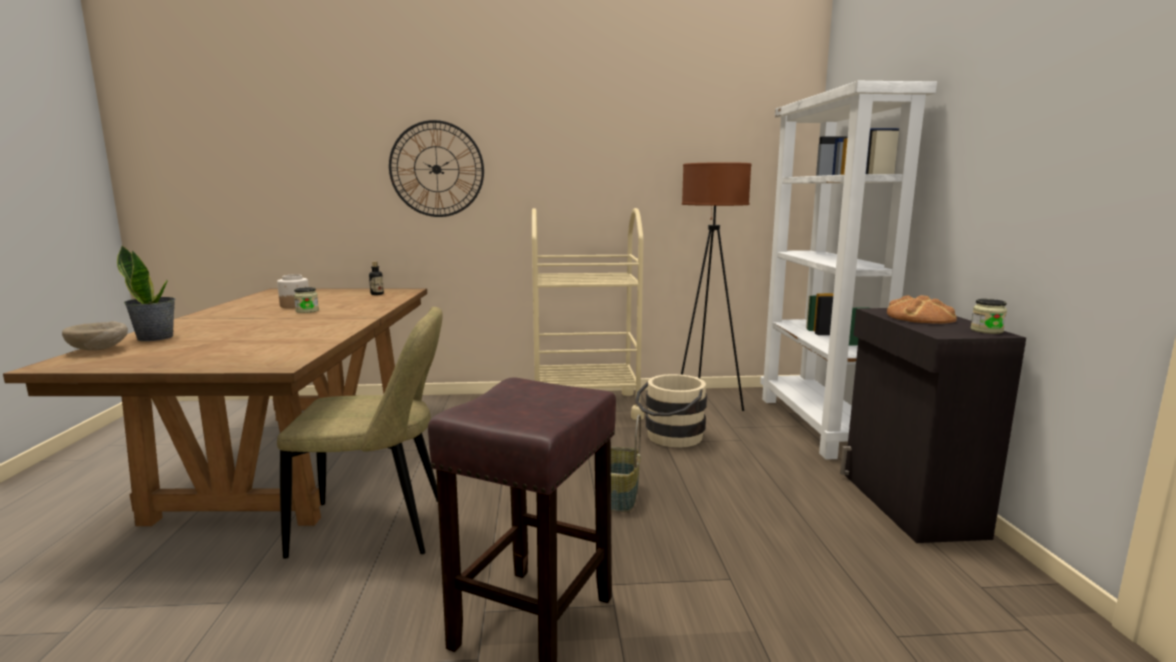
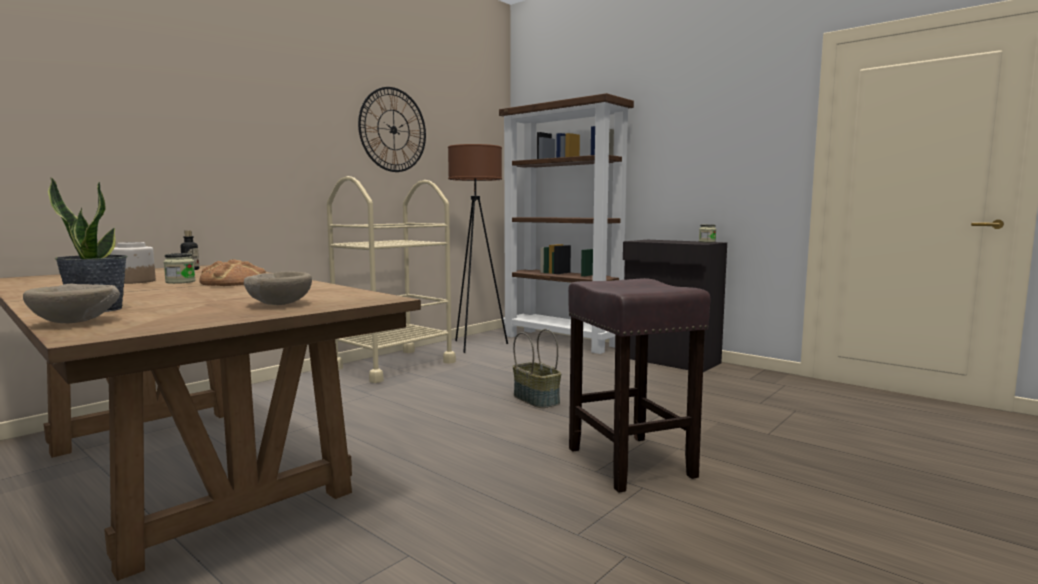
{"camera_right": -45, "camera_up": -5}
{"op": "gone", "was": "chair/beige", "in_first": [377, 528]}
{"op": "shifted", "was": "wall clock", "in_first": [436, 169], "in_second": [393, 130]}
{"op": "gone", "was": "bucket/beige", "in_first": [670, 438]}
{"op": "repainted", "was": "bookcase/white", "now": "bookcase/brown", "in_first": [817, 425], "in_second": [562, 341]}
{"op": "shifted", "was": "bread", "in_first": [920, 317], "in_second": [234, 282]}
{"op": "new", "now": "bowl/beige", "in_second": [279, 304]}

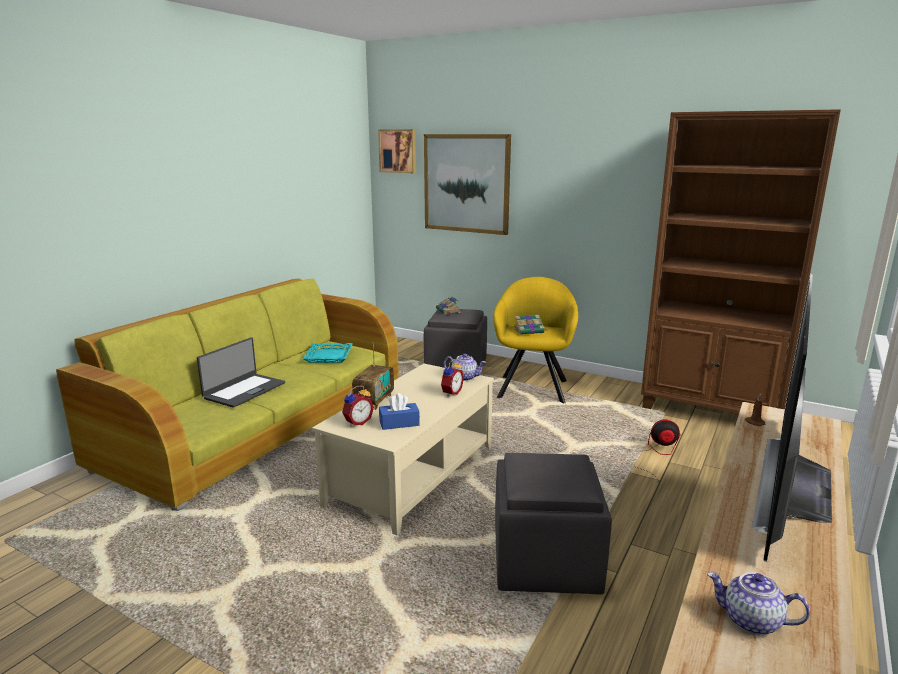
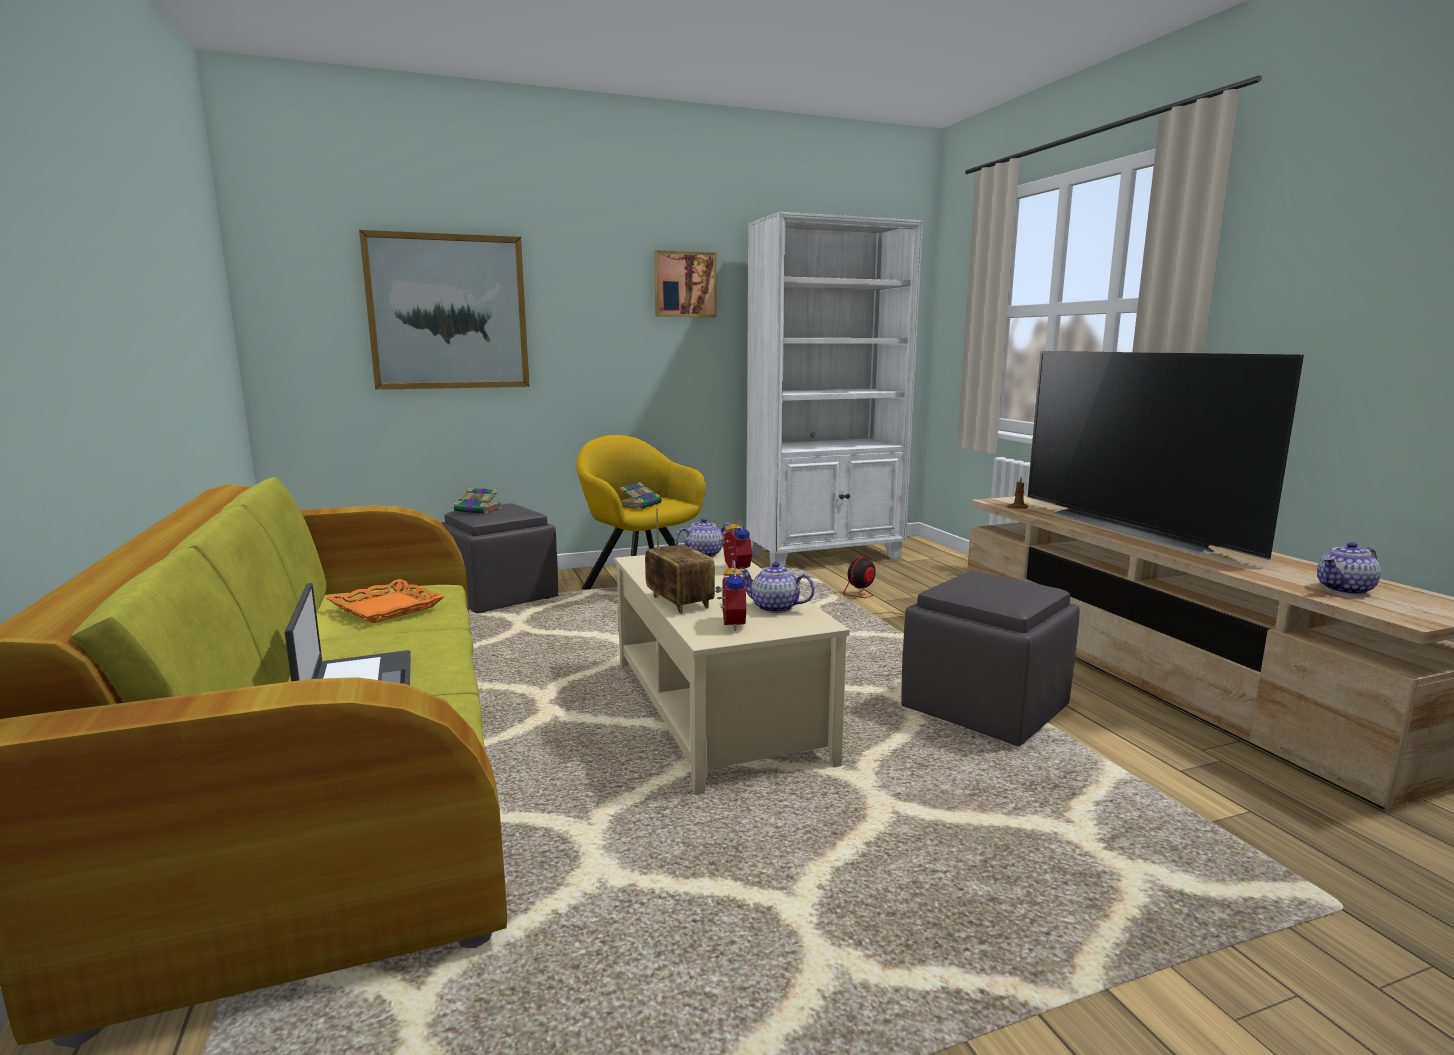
{"camera_right": -50, "camera_up": -5}
{"op": "repainted", "was": "tray/turquoise", "now": "tray/orange", "in_first": [329, 356], "in_second": [387, 607]}
{"op": "shifted", "was": "picture", "in_first": [398, 151], "in_second": [684, 284]}
{"op": "swapped", "was": "tissue box/blue", "now": "teapot", "in_first": [399, 423], "in_second": [774, 608]}
{"op": "repainted", "was": "bookcase/brown", "now": "bookcase/white", "in_first": [712, 411], "in_second": [826, 556]}

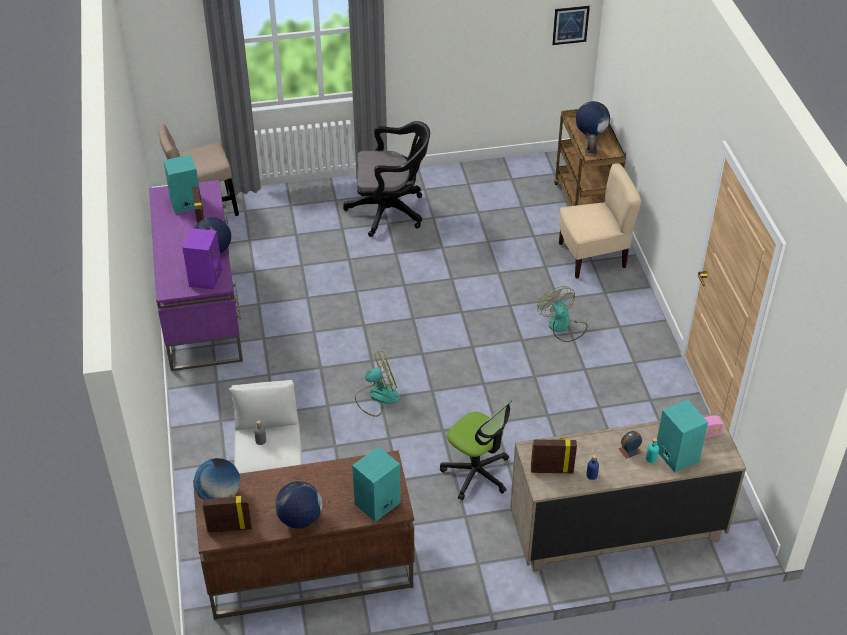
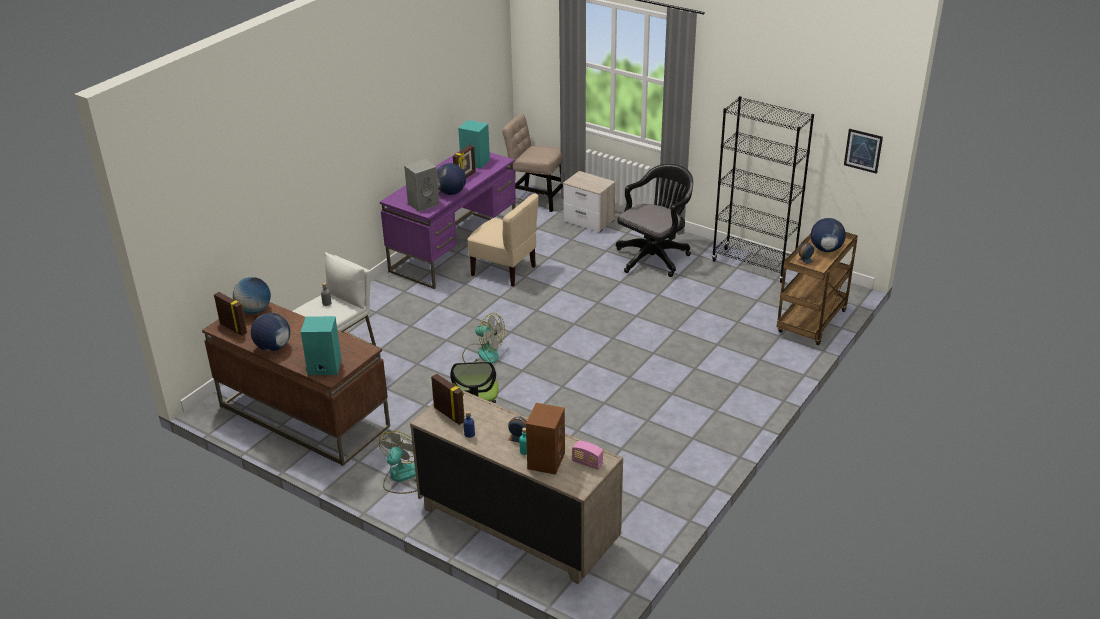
{"camera_right": 45, "camera_up": -10}
{"op": "repainted", "was": "speaker/purple", "now": "speaker/grey", "in_first": [205, 277], "in_second": [423, 203]}
{"op": "rotated", "was": "office chair/black", "in_first": [390, 211], "in_second": [654, 257], "clockwise": -90}
{"op": "shifted", "was": "fan", "in_first": [562, 327], "in_second": [401, 477]}
{"op": "shifted", "was": "chair/beige", "in_first": [592, 256], "in_second": [504, 270]}
{"op": "repainted", "was": "speaker/turquoise", "now": "speaker/brown", "in_first": [675, 455], "in_second": [545, 460]}
{"op": "new", "now": "nightstand", "in_second": [589, 221]}
{"op": "new", "now": "bookcase/black", "in_second": [753, 265]}

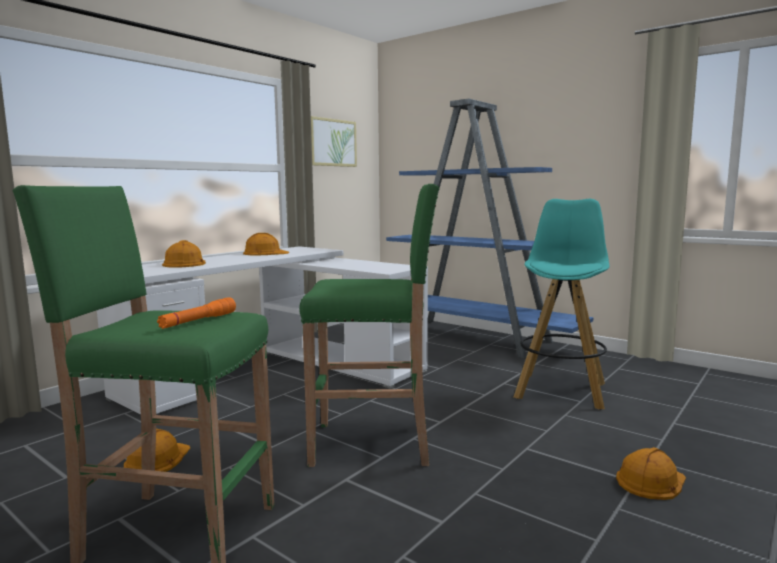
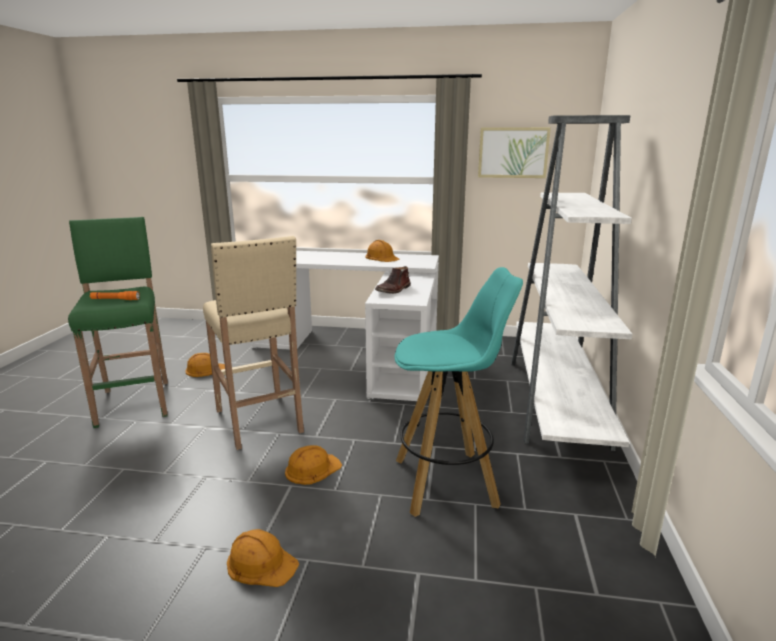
{"camera_right": 60, "camera_up": 10}
{"op": "shifted", "was": "hard hat/orange", "in_first": [185, 263], "in_second": [312, 468]}
{"op": "repainted", "was": "stool/green", "now": "stool/beige", "in_first": [374, 444], "in_second": [259, 422]}
{"op": "repainted", "was": "bookcase/blue", "now": "bookcase/white", "in_first": [473, 338], "in_second": [555, 401]}
{"op": "new", "now": "boot/brown", "in_second": [394, 290]}

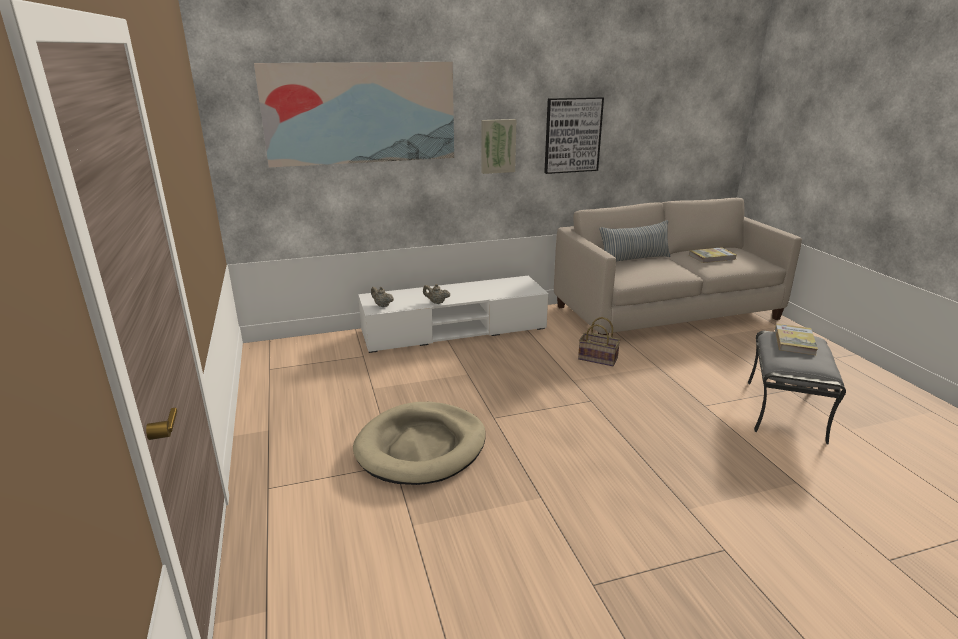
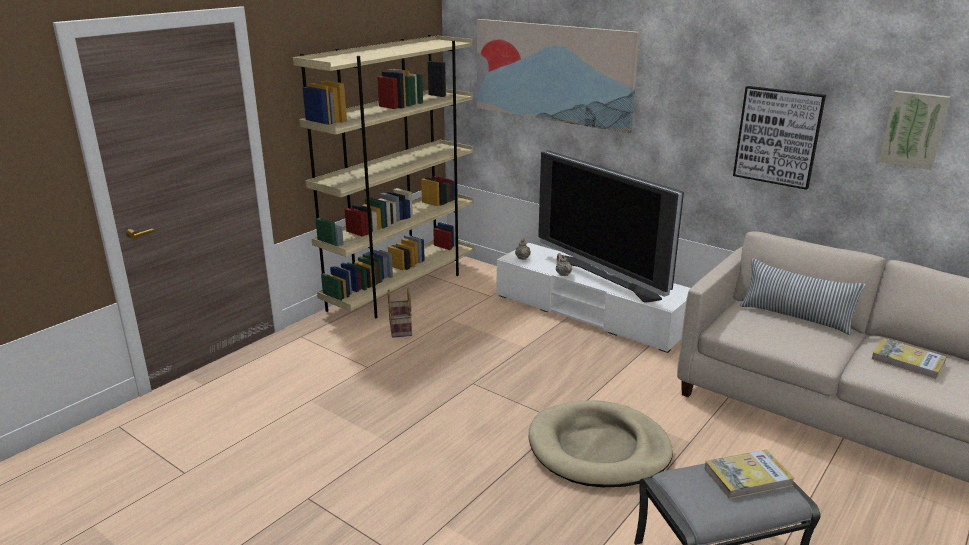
{"camera_right": 55, "camera_up": 0}
{"op": "shifted", "was": "dog bed/beige", "in_first": [421, 447], "in_second": [598, 449]}
{"op": "shifted", "was": "picture", "in_first": [497, 146], "in_second": [914, 129]}
{"op": "shifted", "was": "basket", "in_first": [599, 358], "in_second": [401, 328]}
{"op": "new", "now": "bookcase/beige", "in_second": [401, 289]}
{"op": "new", "now": "television", "in_second": [606, 278]}

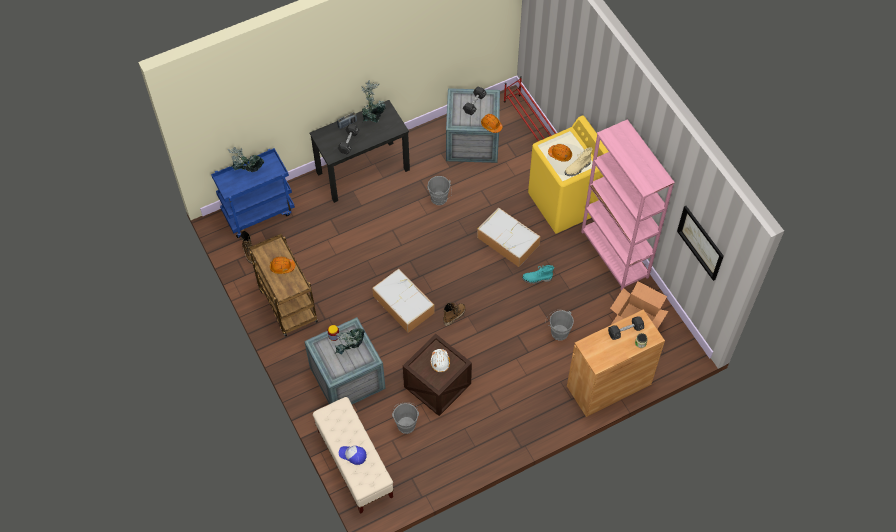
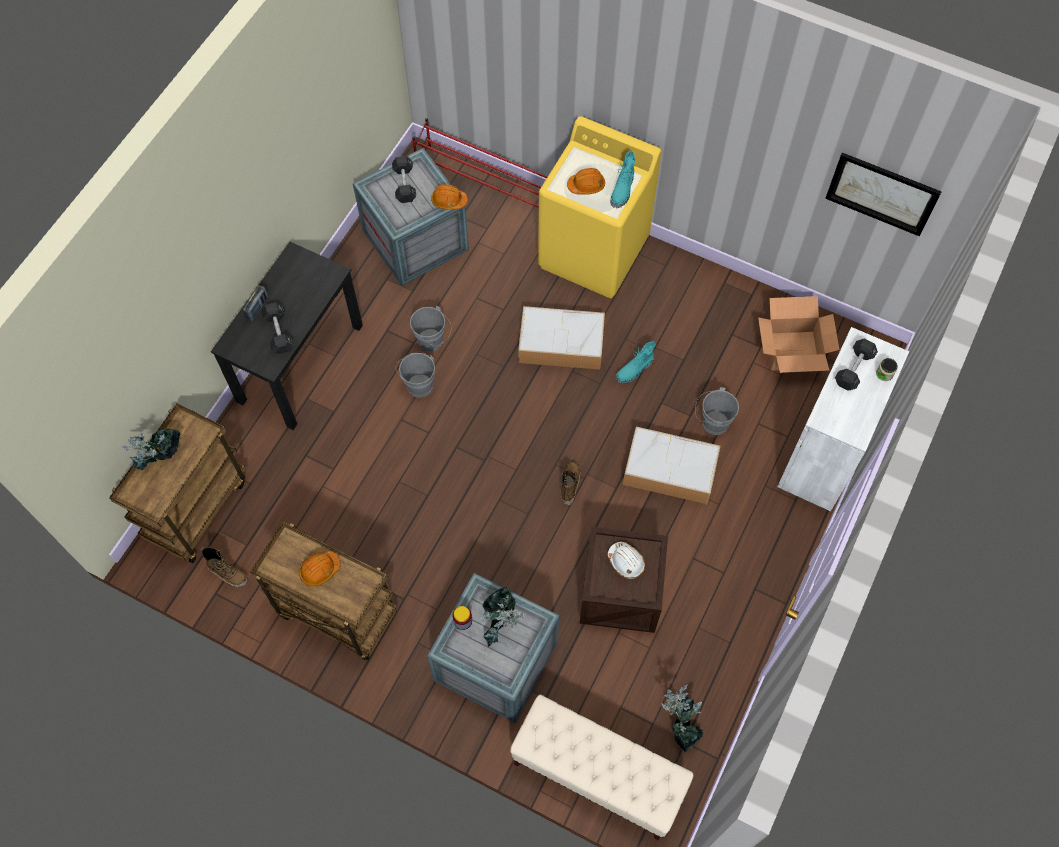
{"camera_right": -35, "camera_up": 5}
{"op": "repainted", "was": "cart/blue", "now": "cart/brown", "in_first": [259, 212], "in_second": [197, 507]}
{"op": "gone", "was": "cap", "in_first": [353, 455]}
{"op": "shifted", "was": "potted plant", "in_first": [373, 118], "in_second": [680, 724]}
{"op": "shifted", "was": "storage box", "in_first": [402, 304], "in_second": [668, 470]}
{"op": "shifted", "was": "bucket/grey", "in_first": [406, 423], "in_second": [418, 384]}
{"op": "repainted", "was": "boot/beige", "now": "boot/turquoise", "in_first": [577, 168], "in_second": [623, 191]}
{"op": "repainted", "was": "cabinet/brown", "now": "cabinet/white", "in_first": [609, 385], "in_second": [824, 452]}
{"op": "gone", "was": "bookcase/pink", "in_first": [614, 254]}

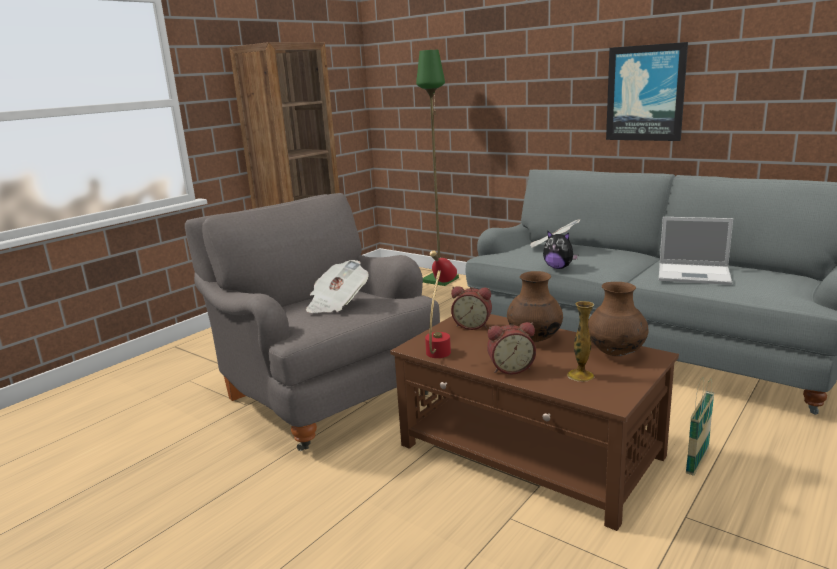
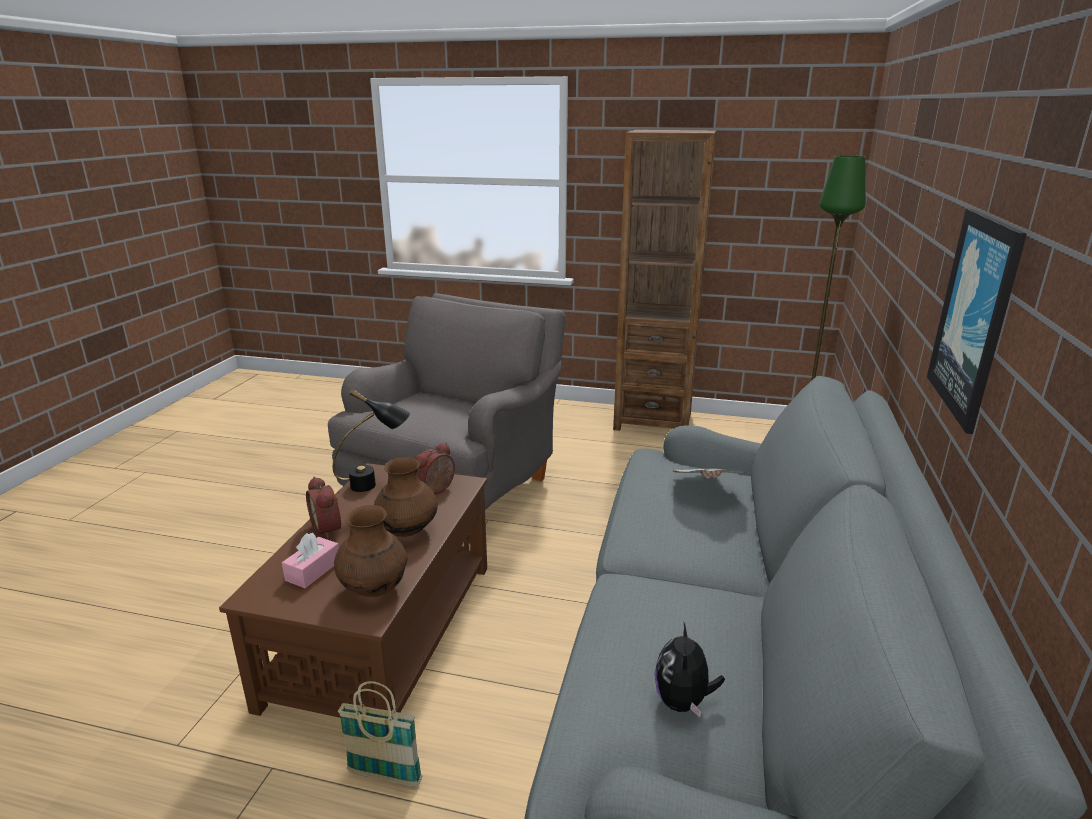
{"camera_right": 65, "camera_up": 5}
{"op": "gone", "was": "newspaper", "in_first": [337, 304]}
{"op": "repainted", "was": "table lamp/red", "now": "table lamp/black", "in_first": [441, 347], "in_second": [375, 485]}
{"op": "rotated", "was": "alarm clock", "in_first": [472, 325], "in_second": [436, 490], "clockwise": 45}
{"op": "shifted", "was": "plush toy", "in_first": [558, 267], "in_second": [683, 702]}
{"op": "swapped", "was": "vase", "now": "tissue box/pink", "in_first": [580, 375], "in_second": [313, 570]}
{"op": "gone", "was": "laptop", "in_first": [695, 274]}

